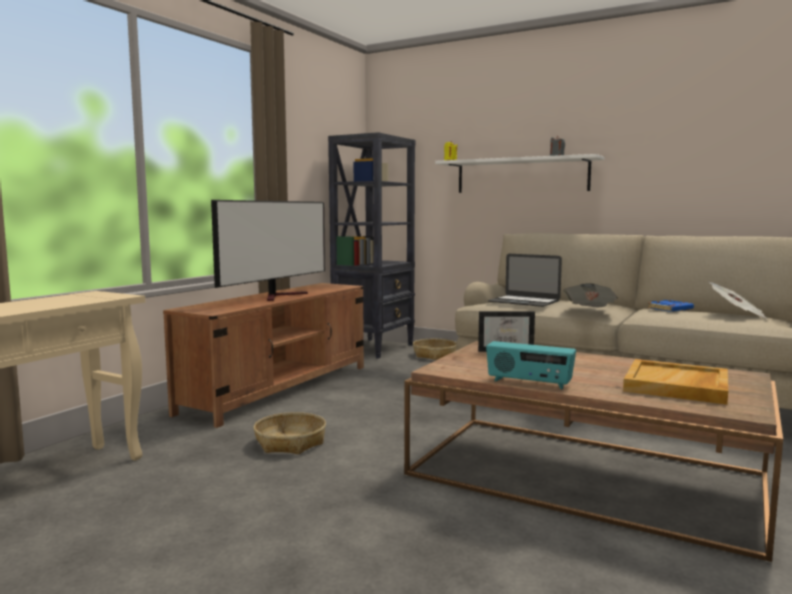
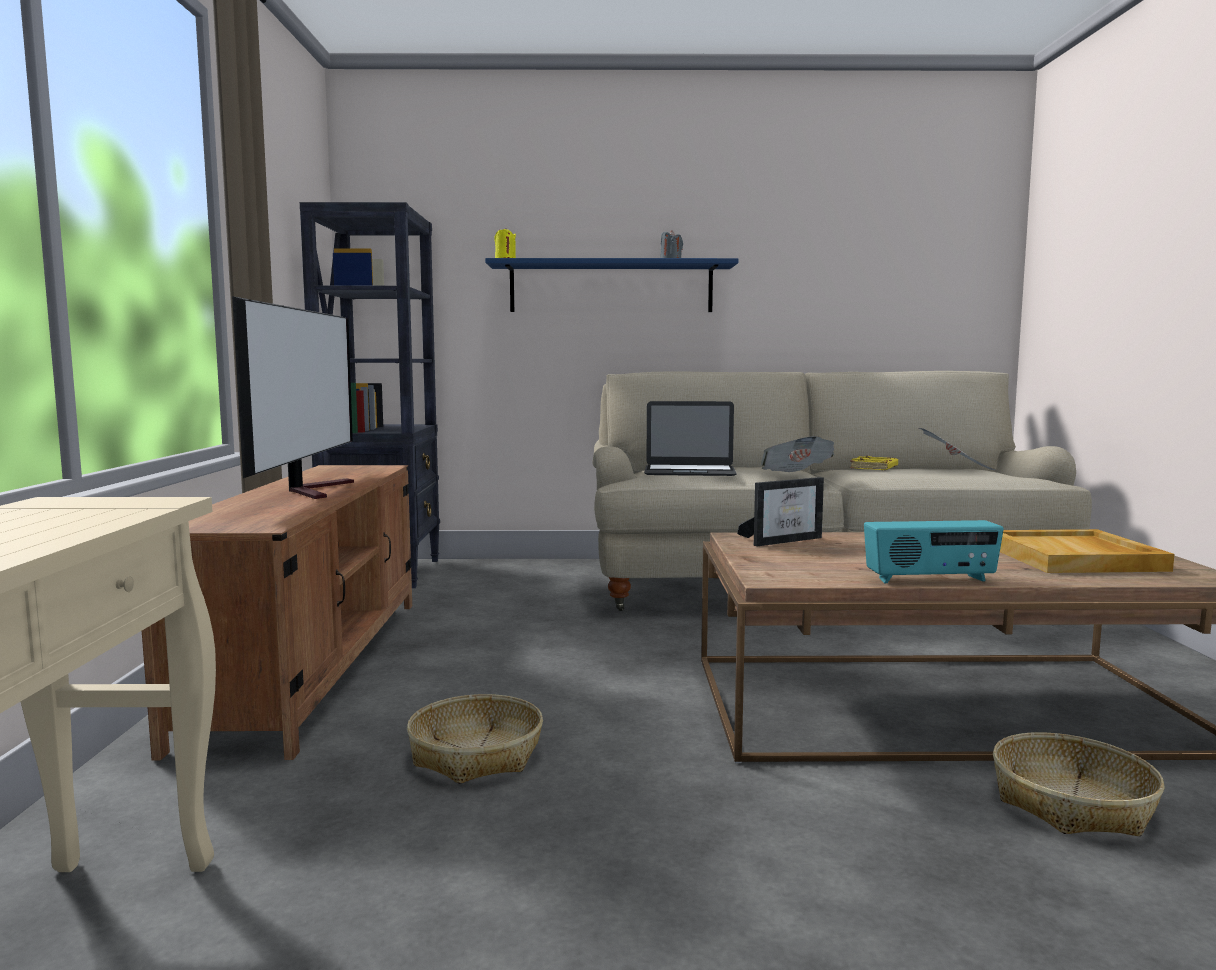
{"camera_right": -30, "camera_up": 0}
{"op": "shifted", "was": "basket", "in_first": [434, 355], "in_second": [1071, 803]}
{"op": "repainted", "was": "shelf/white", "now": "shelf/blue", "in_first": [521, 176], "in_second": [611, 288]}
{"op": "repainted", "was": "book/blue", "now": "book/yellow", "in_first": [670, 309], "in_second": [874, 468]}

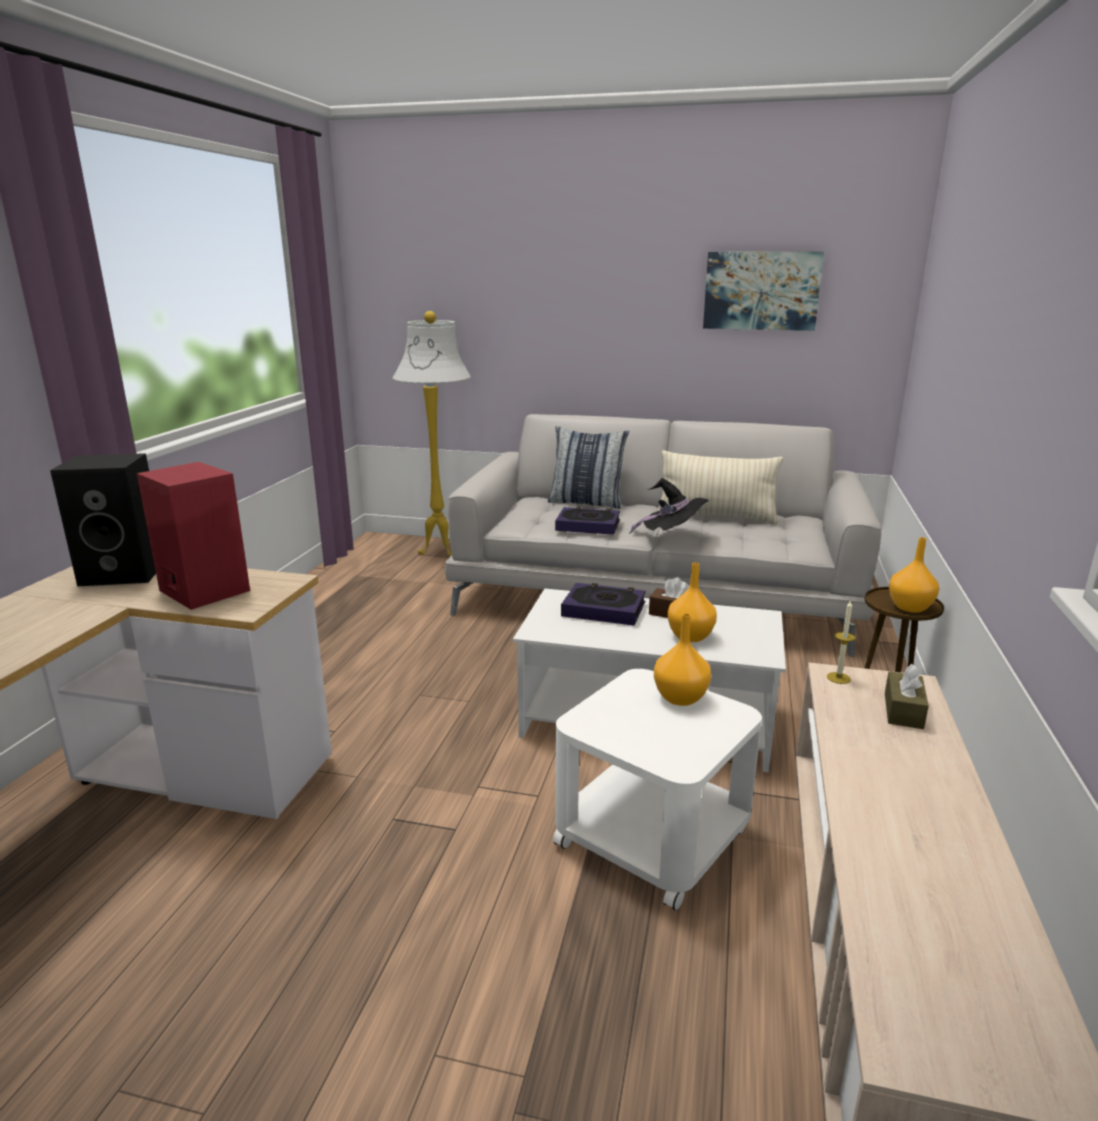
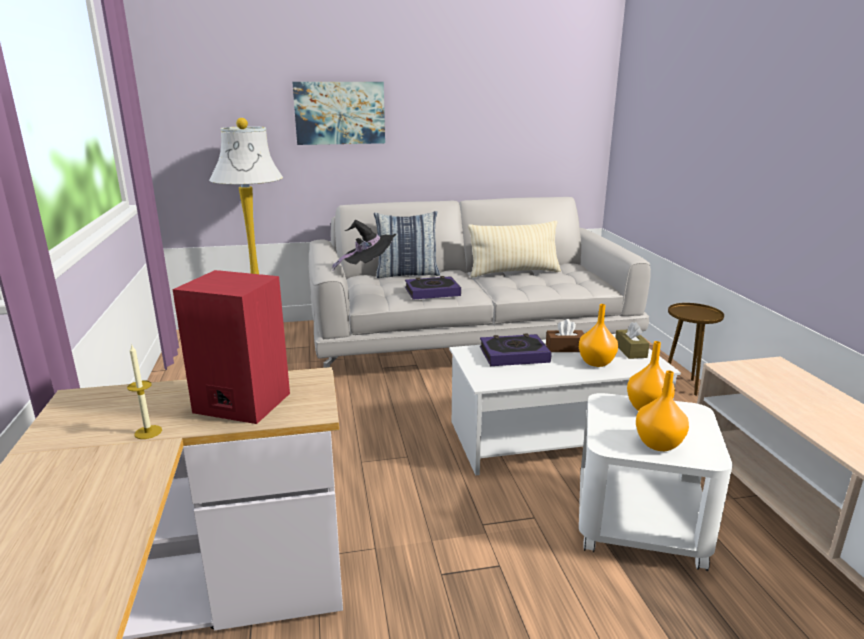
{"camera_right": -25, "camera_up": 0}
{"op": "gone", "was": "speaker/black", "in_first": [126, 572]}
{"op": "shifted", "was": "hat/black", "in_first": [672, 536], "in_second": [369, 268]}
{"op": "shifted", "was": "picture", "in_first": [761, 291], "in_second": [339, 113]}
{"op": "shifted", "was": "candle", "in_first": [838, 678], "in_second": [148, 432]}
{"op": "shifted", "was": "tissue box/brown", "in_first": [903, 710], "in_second": [630, 351]}
{"op": "shifted", "was": "vase/orange", "in_first": [910, 608], "in_second": [659, 444]}

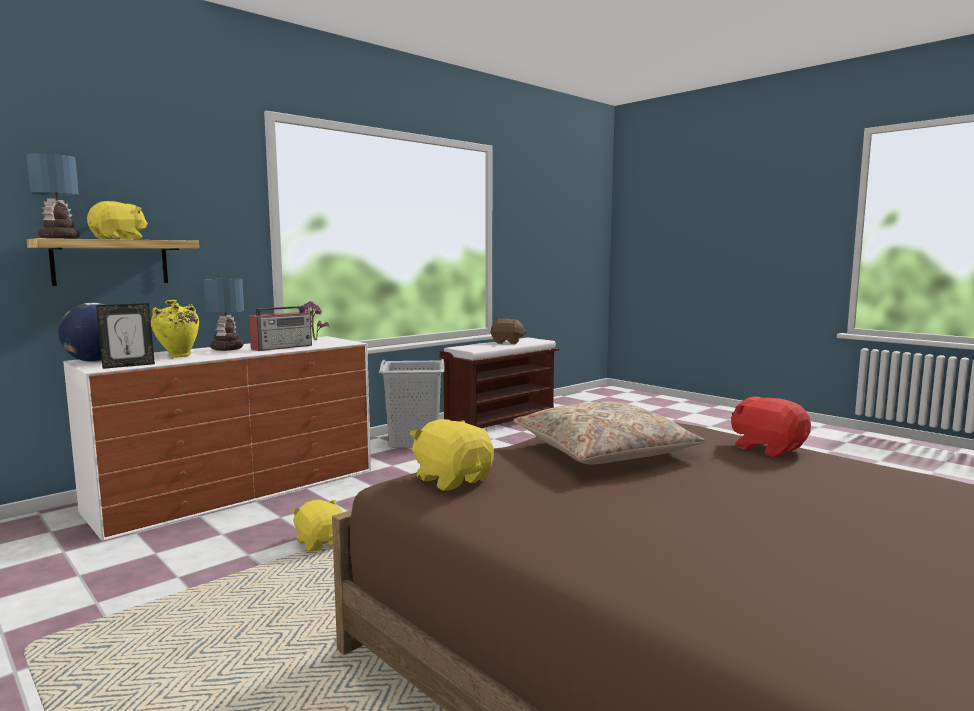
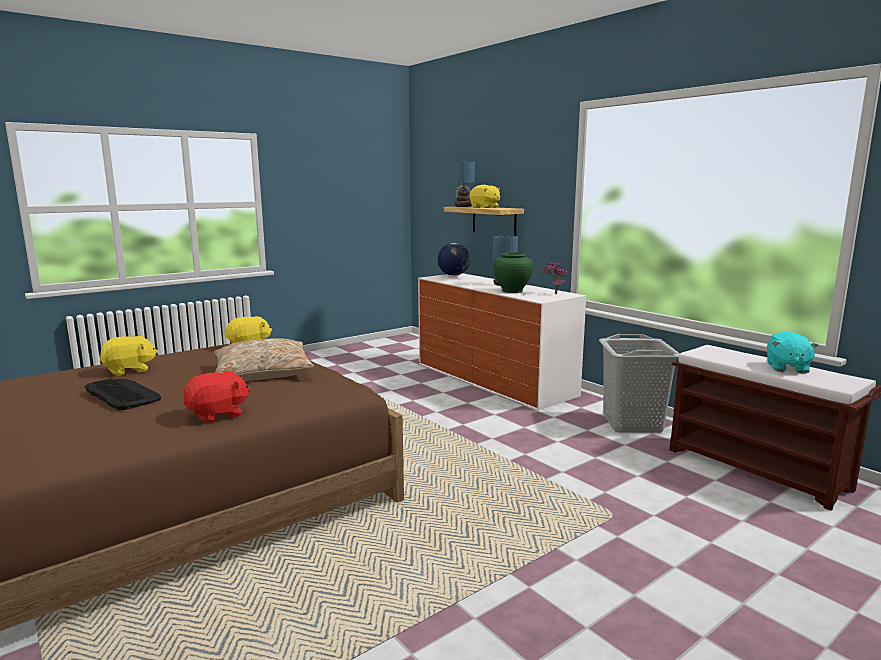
{"camera_right": 95, "camera_up": 5}
{"op": "gone", "was": "picture frame", "in_first": [128, 365]}
{"op": "gone", "was": "vase/yellow", "in_first": [178, 356]}
{"op": "swapped", "was": "radio", "now": "vase/green", "in_first": [283, 347], "in_second": [512, 291]}
{"op": "shifted", "was": "plush toy/yellow", "in_first": [321, 542], "in_second": [130, 370]}
{"op": "repainted", "was": "plush toy/brown", "now": "plush toy/turquoise", "in_first": [507, 342], "in_second": [786, 368]}
{"op": "new", "now": "keyboard", "in_second": [122, 394]}

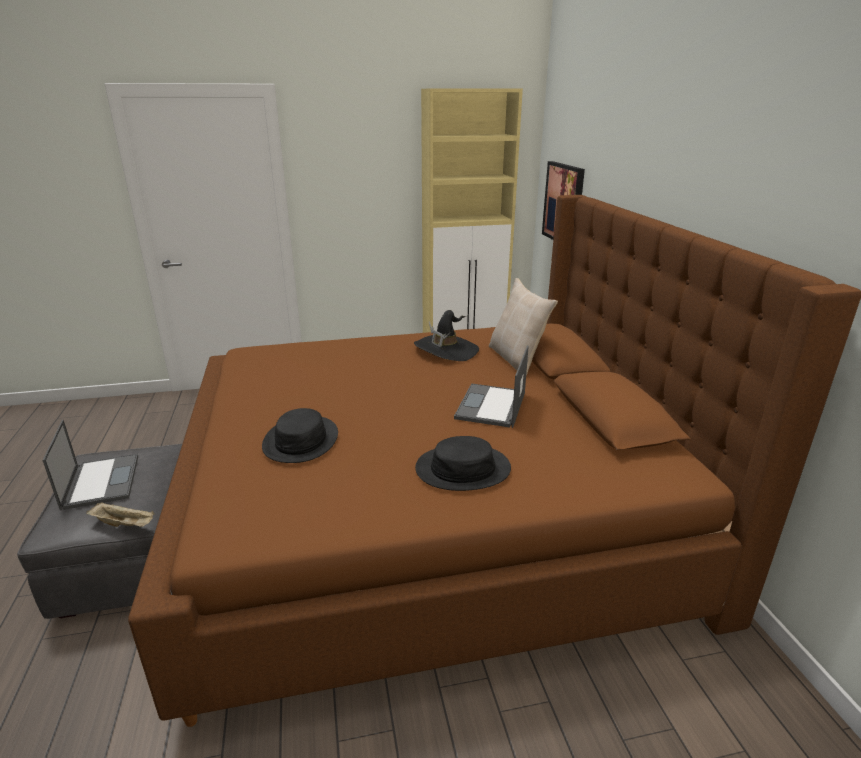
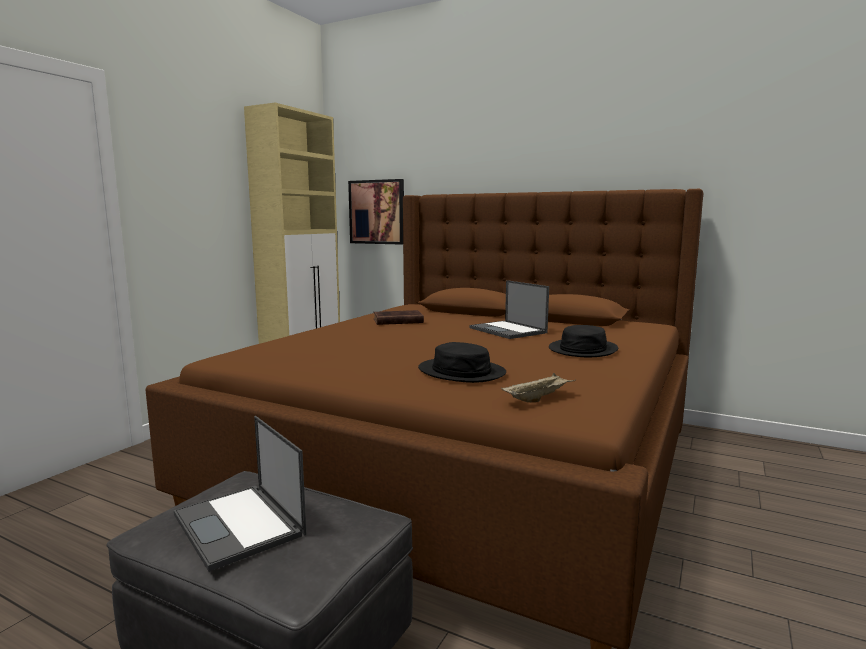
{"camera_right": -50, "camera_up": -15}
{"op": "rotated", "was": "laptop", "in_first": [101, 481], "in_second": [240, 525], "clockwise": -150}
{"op": "shifted", "was": "tray/beige", "in_first": [124, 524], "in_second": [538, 398]}
{"op": "swapped", "was": "hat/black", "now": "book/brown", "in_first": [446, 350], "in_second": [396, 321]}
{"op": "gone", "was": "pillow/beige", "in_first": [517, 359]}

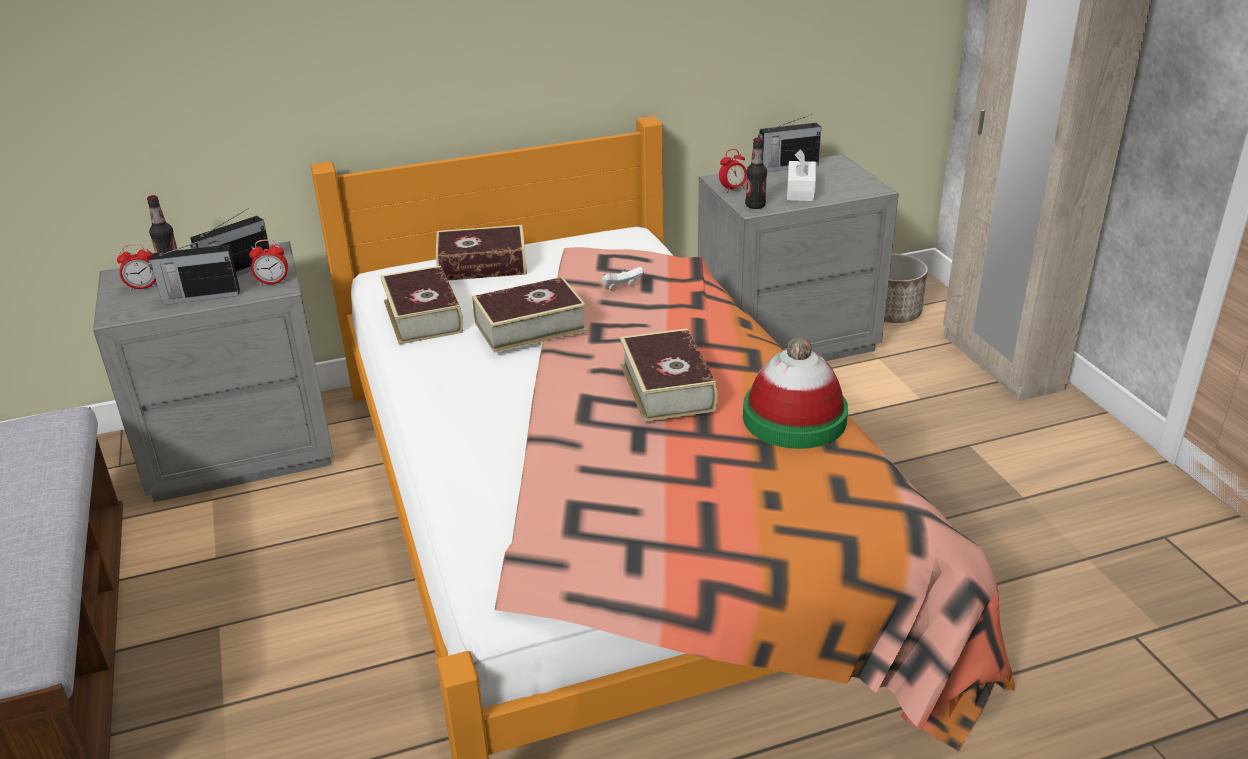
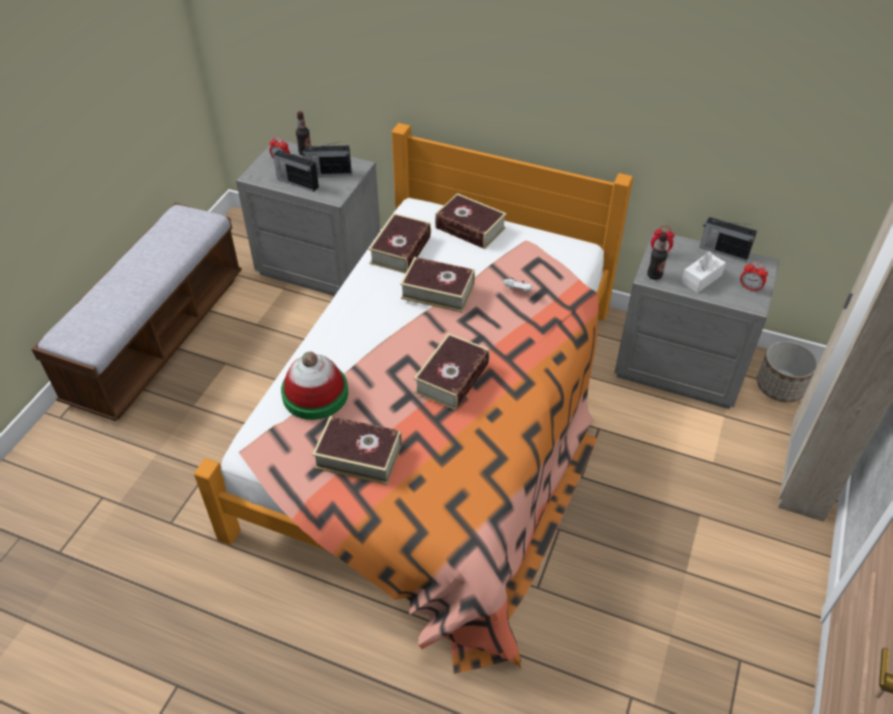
{"camera_right": 40, "camera_up": 15}
{"op": "shifted", "was": "alarm clock", "in_first": [273, 282], "in_second": [750, 288]}
{"op": "shifted", "was": "hat", "in_first": [794, 418], "in_second": [315, 394]}
{"op": "new", "now": "book", "in_second": [358, 456]}

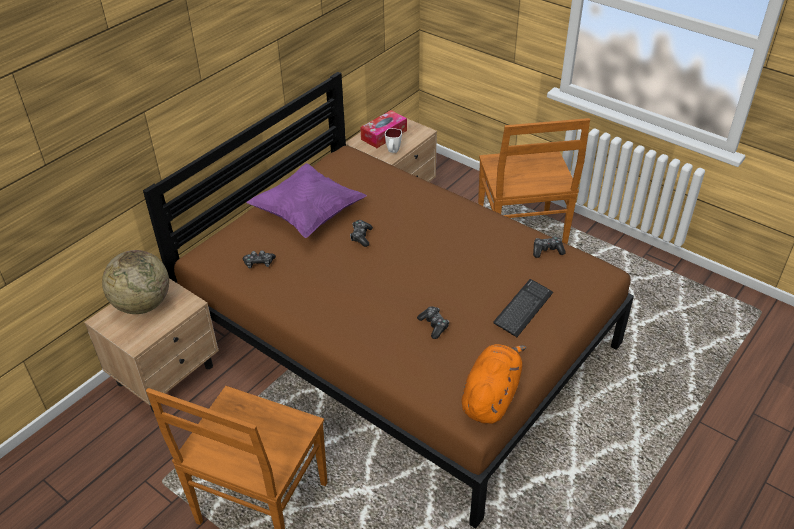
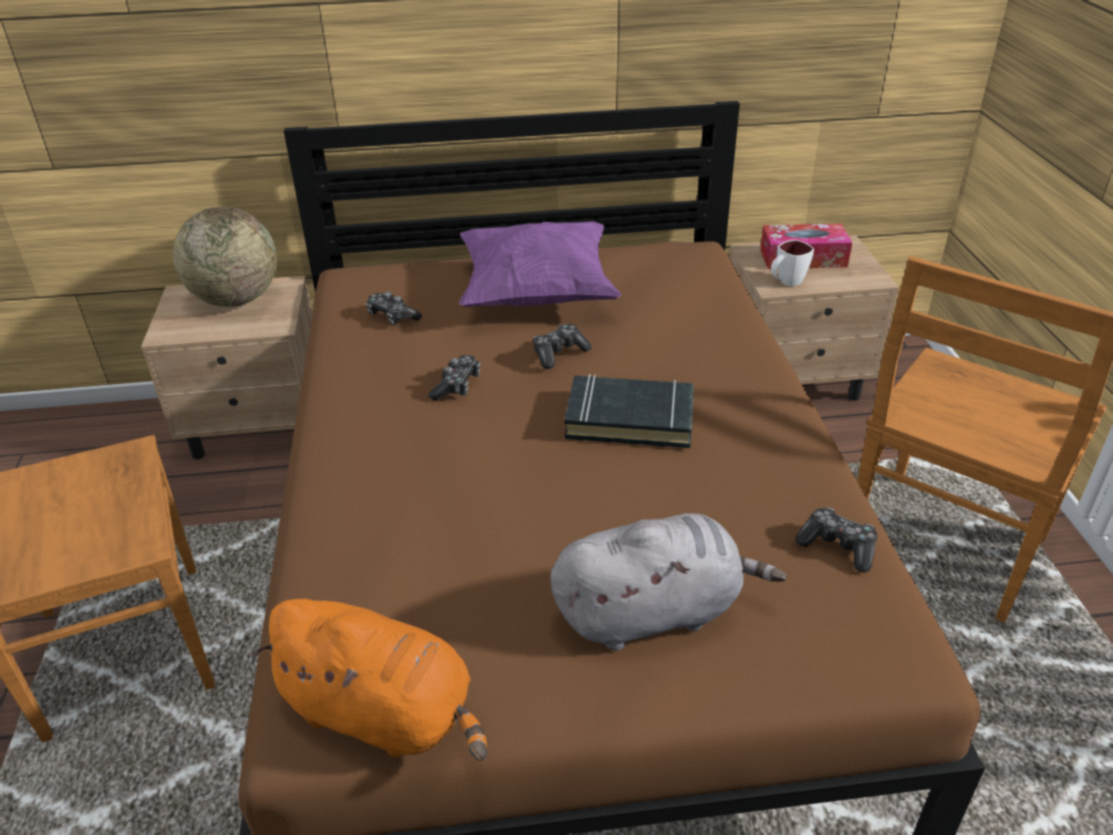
{"camera_right": 45, "camera_up": -5}
{"op": "shifted", "was": "game controller", "in_first": [434, 325], "in_second": [457, 386]}
{"op": "rotated", "was": "plush toy/orange", "in_first": [491, 396], "in_second": [384, 714], "clockwise": 45}
{"op": "swapped", "was": "keyboard", "now": "plush toy/grey", "in_first": [523, 309], "in_second": [654, 612]}
{"op": "new", "now": "book/black", "in_second": [630, 419]}

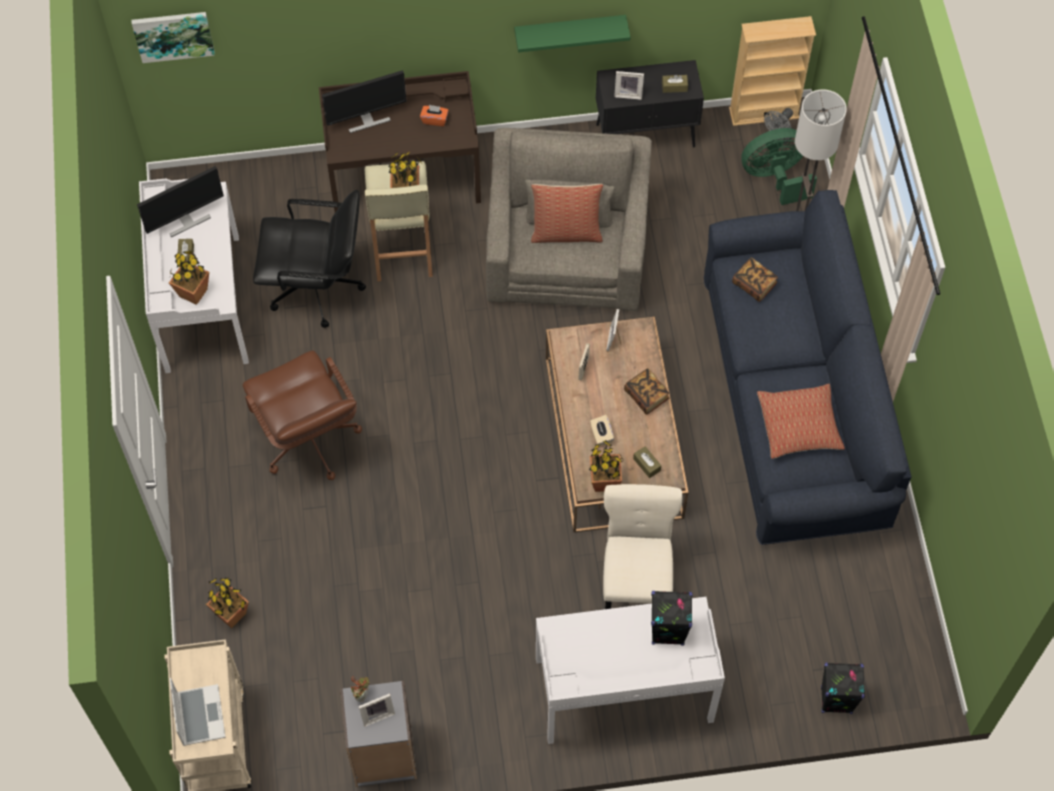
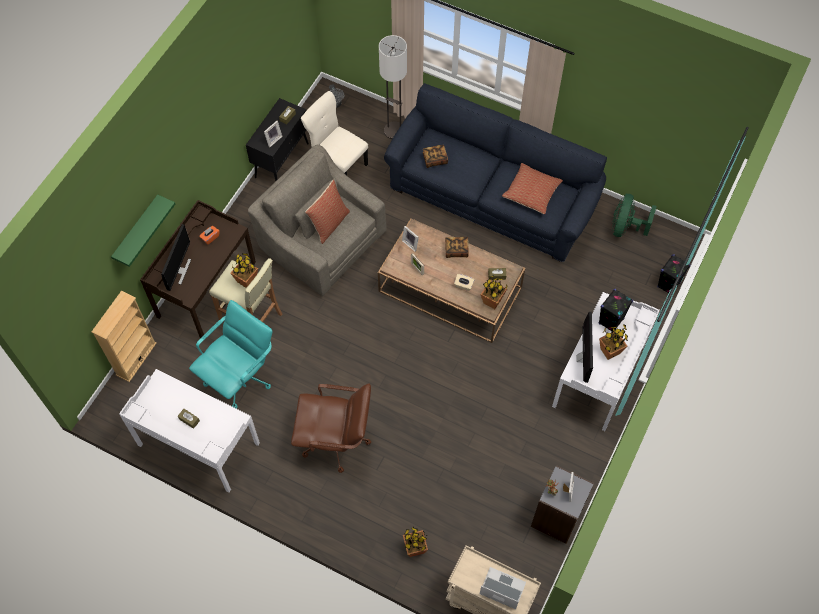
{"camera_right": -55, "camera_up": 0}
{"op": "gone", "was": "picture", "in_first": [173, 35]}
{"op": "shifted", "was": "monitor", "in_first": [186, 221], "in_second": [583, 359]}
{"op": "shifted", "was": "potted plant", "in_first": [193, 293], "in_second": [609, 351]}
{"op": "repainted", "was": "office chair/black", "now": "office chair/turquoise", "in_first": [317, 288], "in_second": [240, 377]}
{"op": "shifted", "was": "shelf/green", "in_first": [569, 31], "in_second": [137, 231]}
{"op": "shifted", "was": "chair/beige", "in_first": [636, 580], "in_second": [338, 164]}
{"op": "shifted", "was": "bookcase/beige", "in_first": [763, 113], "in_second": [136, 359]}
{"op": "shifted", "was": "fan/green", "in_first": [775, 178], "in_second": [625, 227]}

